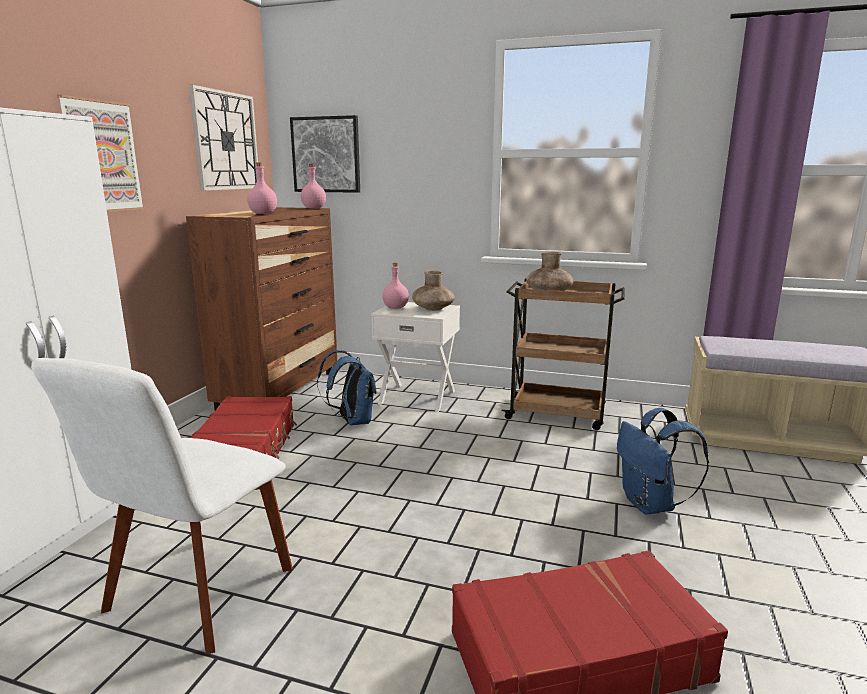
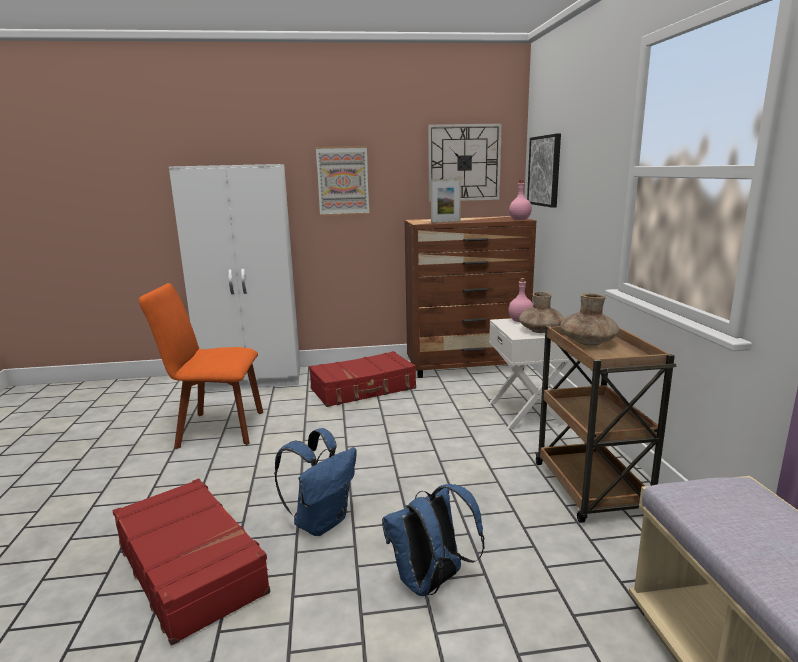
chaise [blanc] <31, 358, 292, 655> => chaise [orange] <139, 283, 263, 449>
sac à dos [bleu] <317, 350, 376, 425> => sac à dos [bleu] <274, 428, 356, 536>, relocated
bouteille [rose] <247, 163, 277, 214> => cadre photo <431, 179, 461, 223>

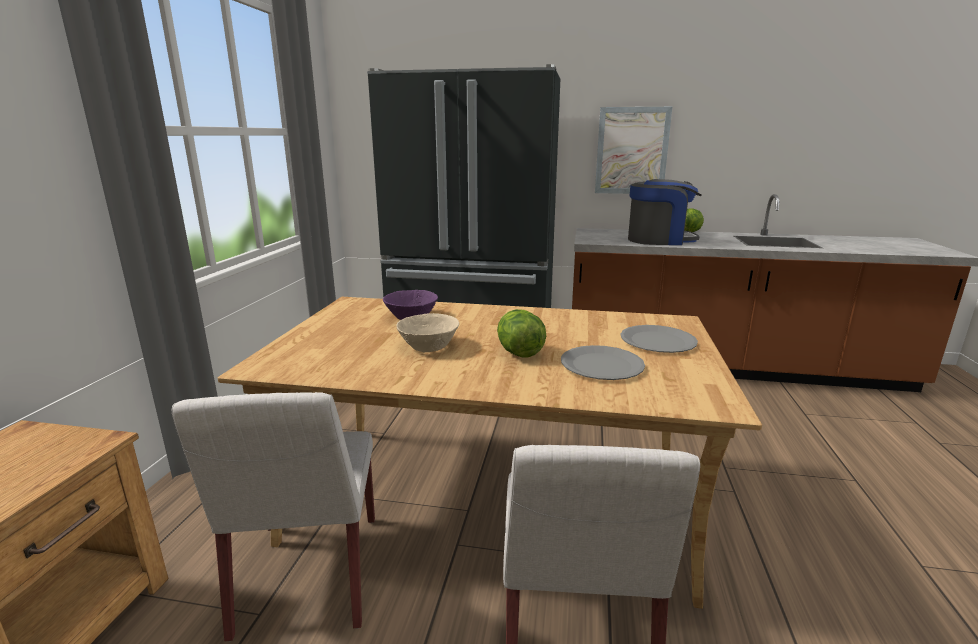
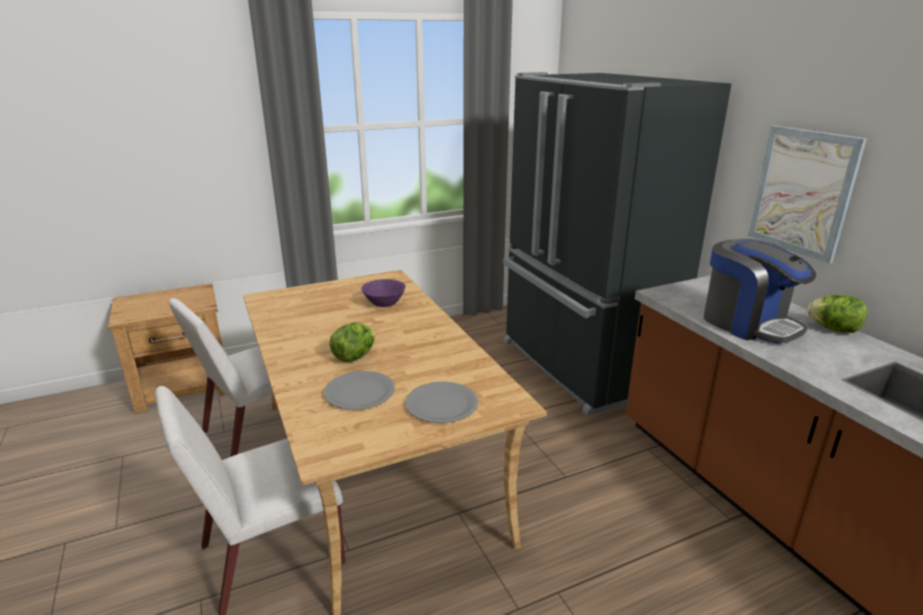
bol [beige] <396, 313, 459, 353> => nothing

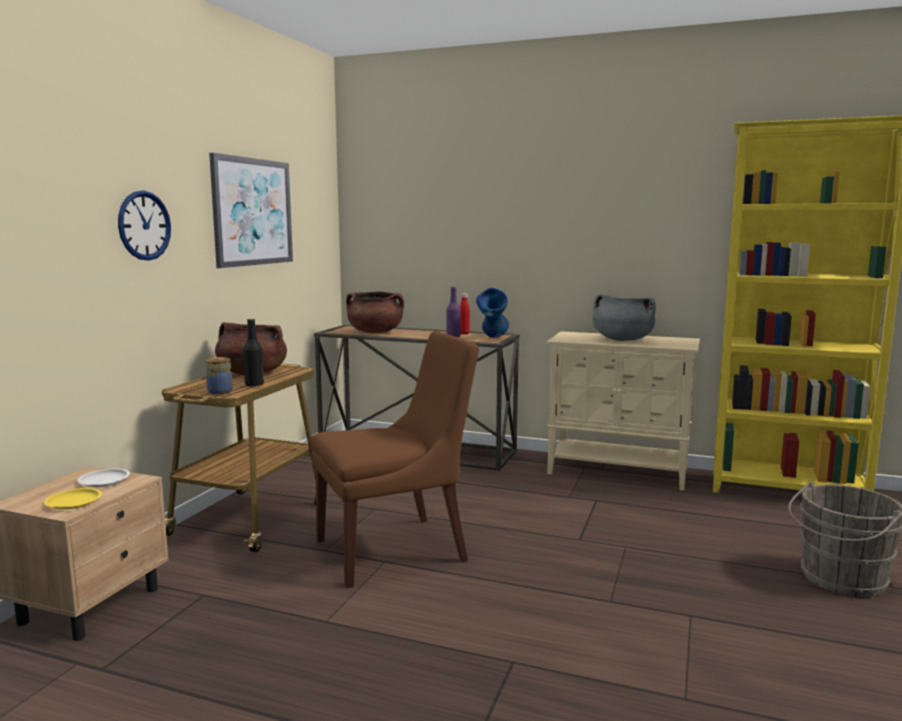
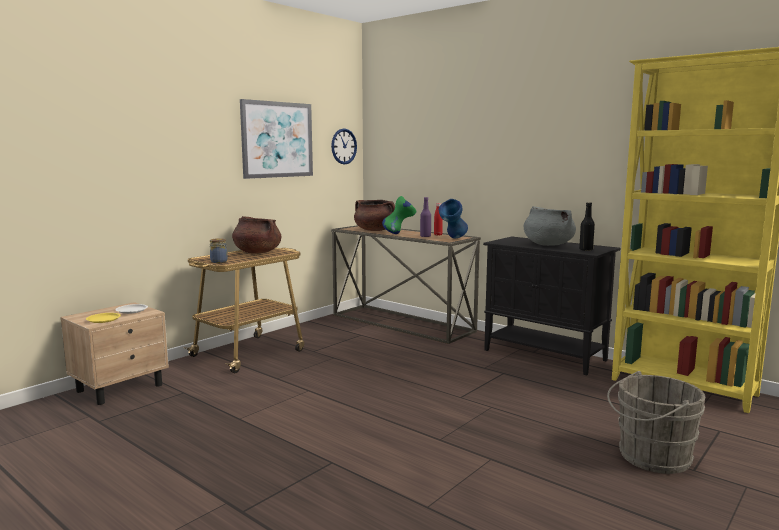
horloge murale <118, 191, 171, 261> => horloge murale <331, 128, 357, 164>, relocated
nothing => vase [vert] <382, 196, 416, 234>
meuble de rangement [beige] <546, 331, 700, 491> => meuble de rangement [noir] <483, 236, 620, 376>
bouteille [noir] <243, 319, 264, 387> => bouteille [noir] <579, 202, 595, 251>, relocated
chaise [marron] <311, 331, 479, 588> => nothing

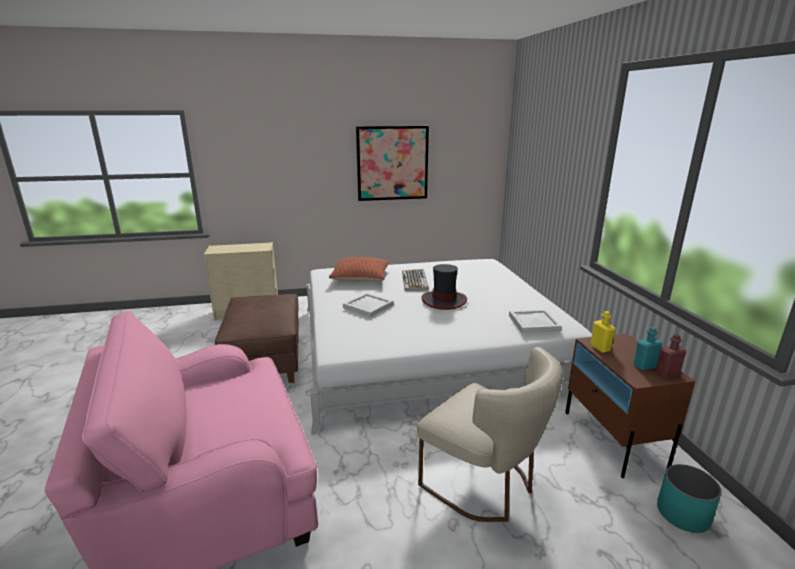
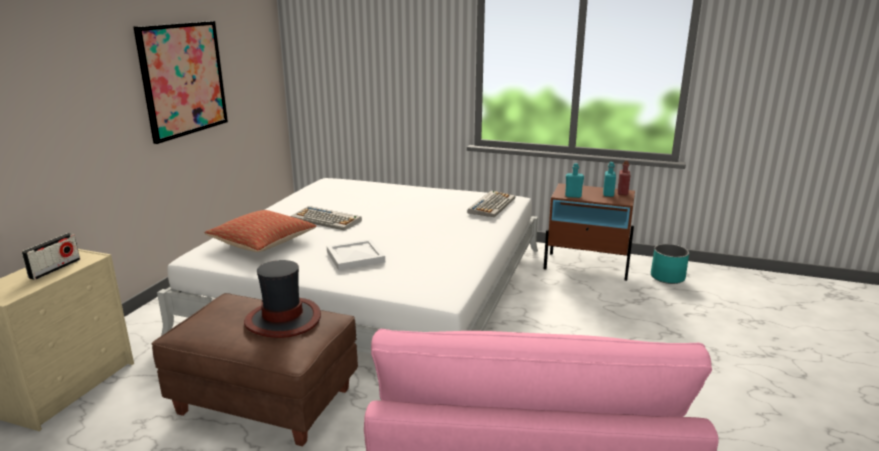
nothing => radio <21, 233, 80, 280>
chapeau <421, 264, 467, 310> => chapeau <244, 260, 321, 338>, relocated
plateau [blanc] <509, 309, 562, 333> => clavier <467, 191, 515, 217>
bouteille [jaune] <590, 311, 616, 353> => bouteille [turquoise] <565, 163, 584, 198>
chaise [beige] <417, 347, 563, 522> => nothing

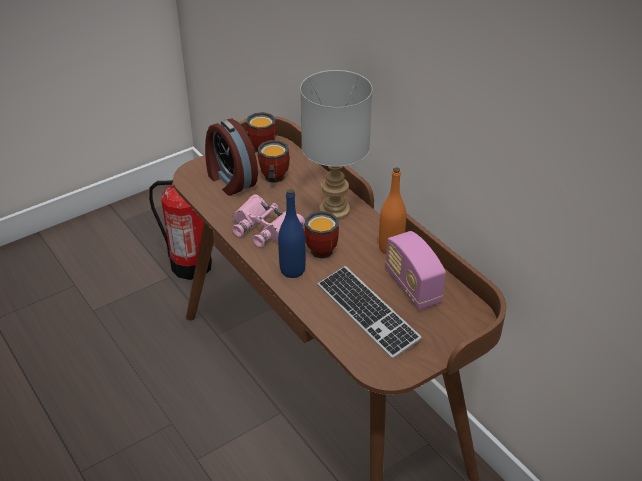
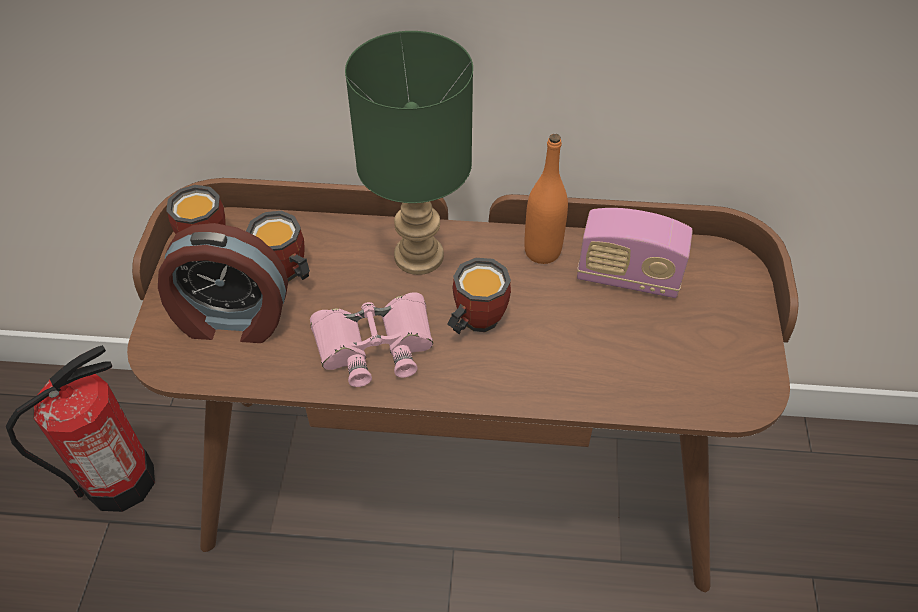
lampe de table [gris] <300, 70, 372, 220> => lampe de table [vert] <345, 31, 473, 275>
bouteille [bleu] <278, 189, 306, 278> => nothing
clavier <318, 266, 422, 359> => nothing

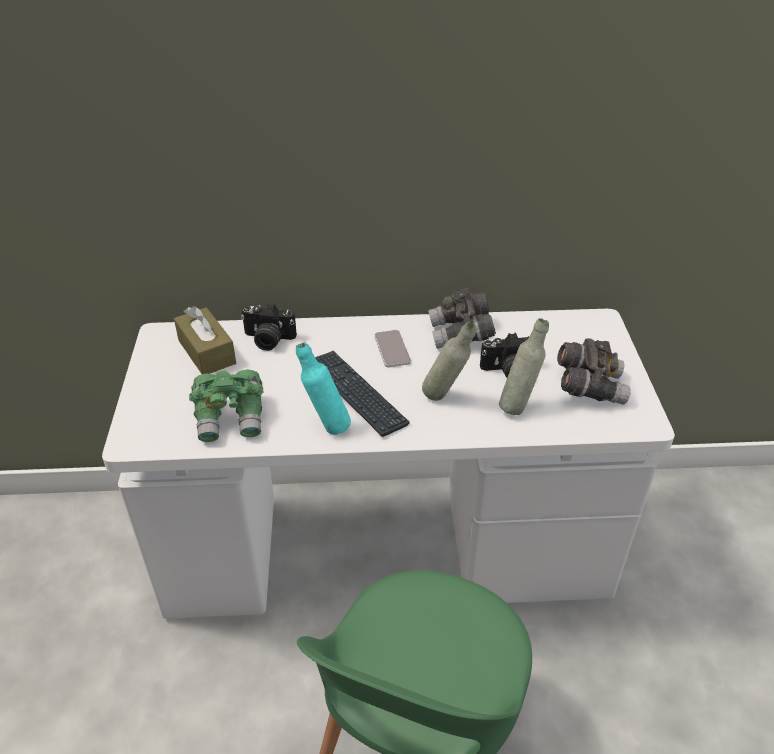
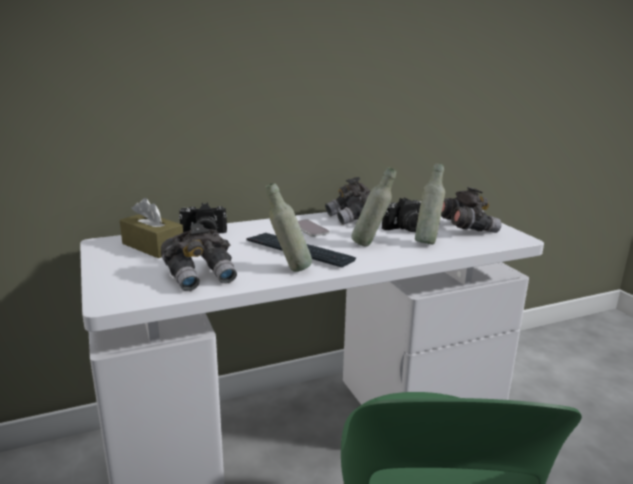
jumelles [vert] <189, 369, 263, 442> => jumelles [gris] <161, 223, 237, 291>
bouteille [turquoise] <296, 342, 351, 435> => bouteille [gris] <265, 183, 312, 272>

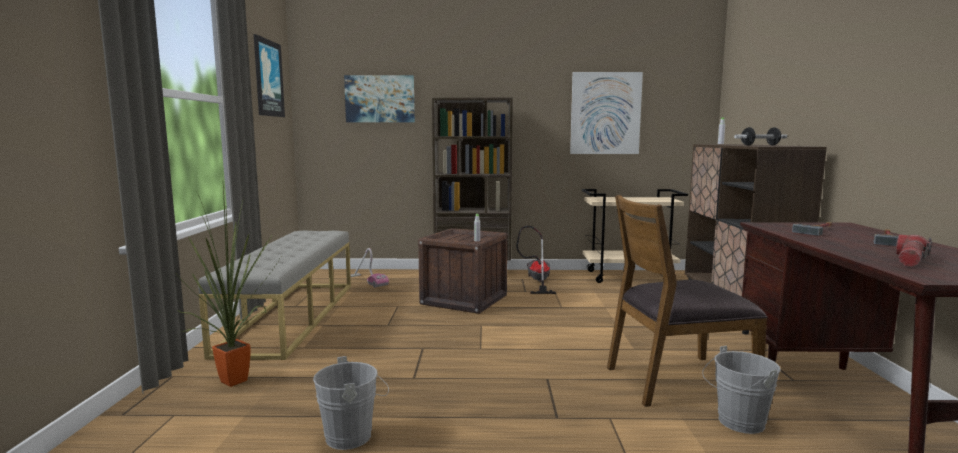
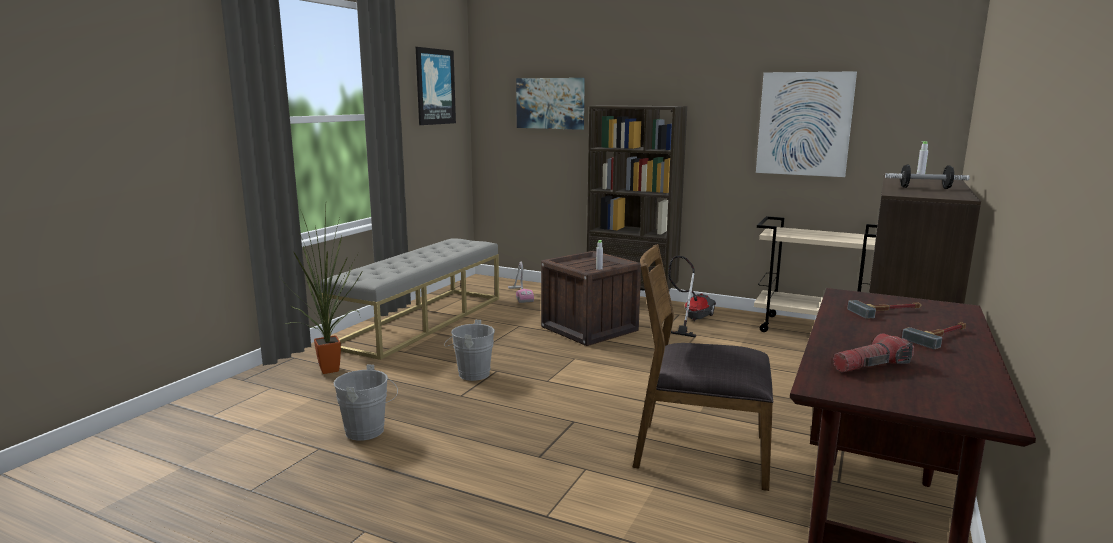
seau [gris] <702, 346, 781, 434> => seau [gris] <444, 320, 495, 381>, relocated

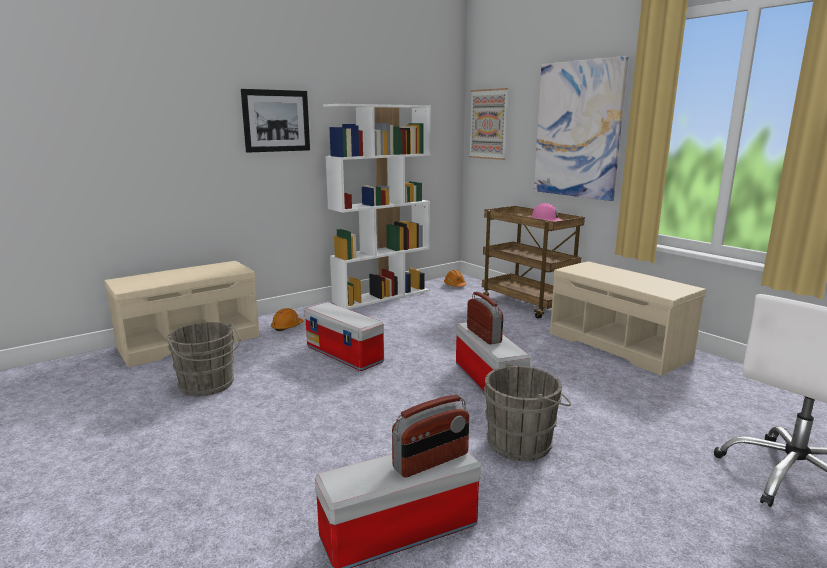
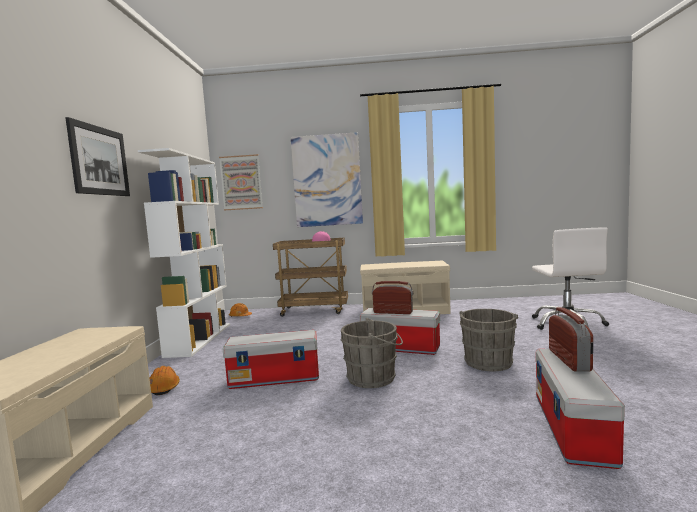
seau [gris] <167, 322, 241, 396> => seau [gris] <340, 318, 403, 388>, relocated

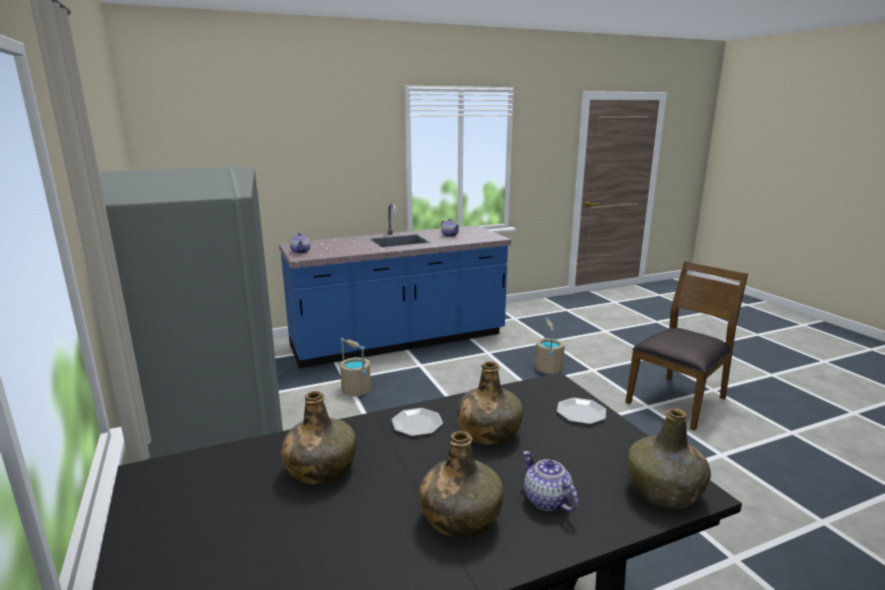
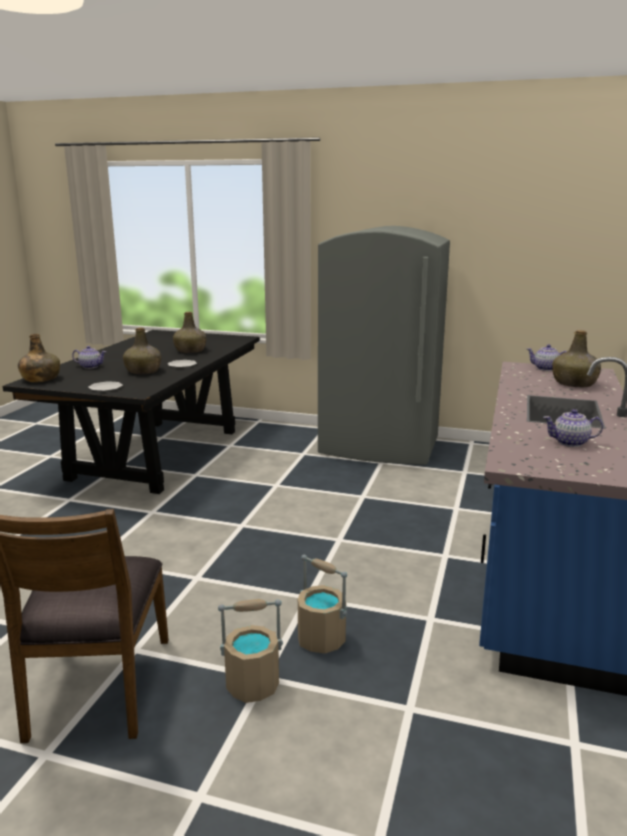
seau [beige] <340, 338, 371, 397> => seau [beige] <218, 599, 283, 703>, relocated
bouteille [vert] <419, 431, 504, 538> => bouteille [vert] <552, 330, 601, 387>, relocated

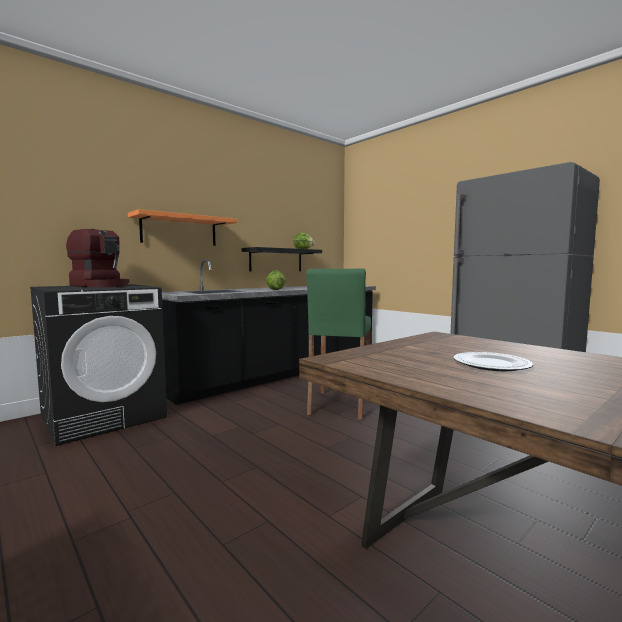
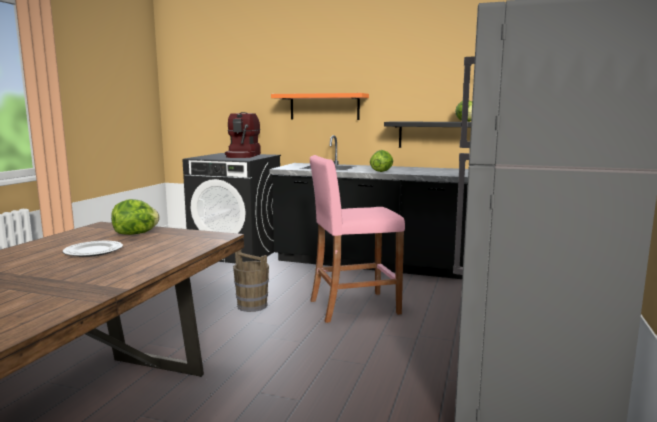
nothing => laitue <111, 199, 160, 235>
nothing => seau [marron] <233, 250, 269, 312>
tabouret [vert] <306, 268, 371, 420> => tabouret [rose] <310, 155, 405, 323>

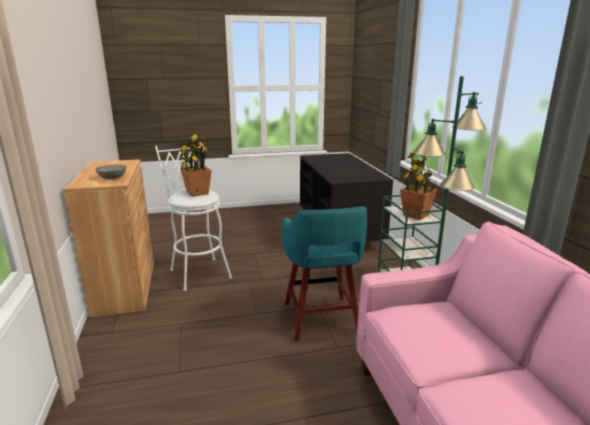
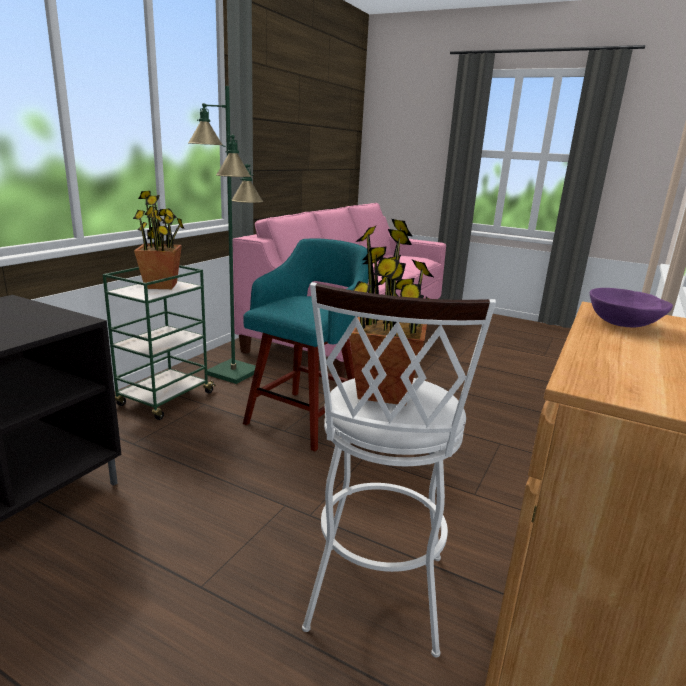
bol [gris] <95, 164, 127, 179> => bol [violet] <590, 288, 673, 327>

